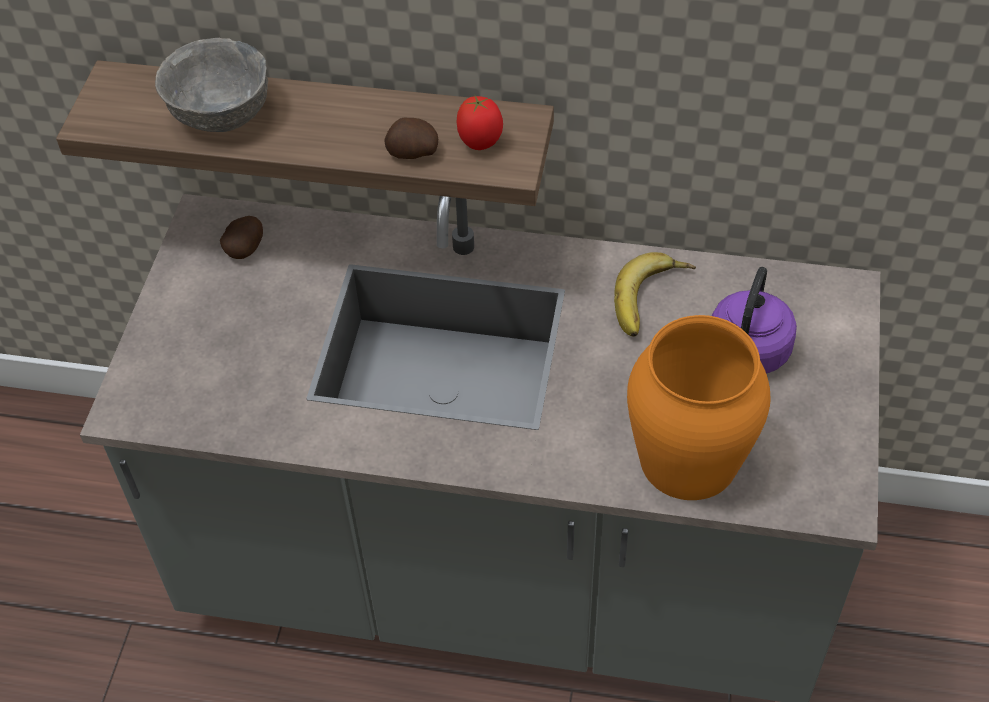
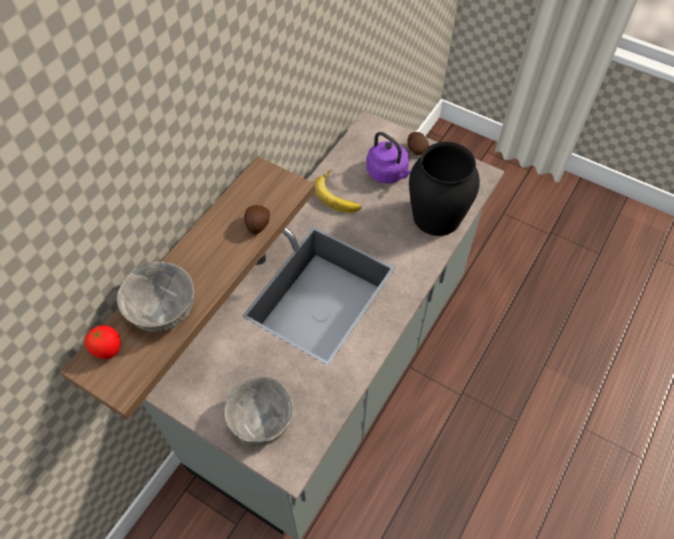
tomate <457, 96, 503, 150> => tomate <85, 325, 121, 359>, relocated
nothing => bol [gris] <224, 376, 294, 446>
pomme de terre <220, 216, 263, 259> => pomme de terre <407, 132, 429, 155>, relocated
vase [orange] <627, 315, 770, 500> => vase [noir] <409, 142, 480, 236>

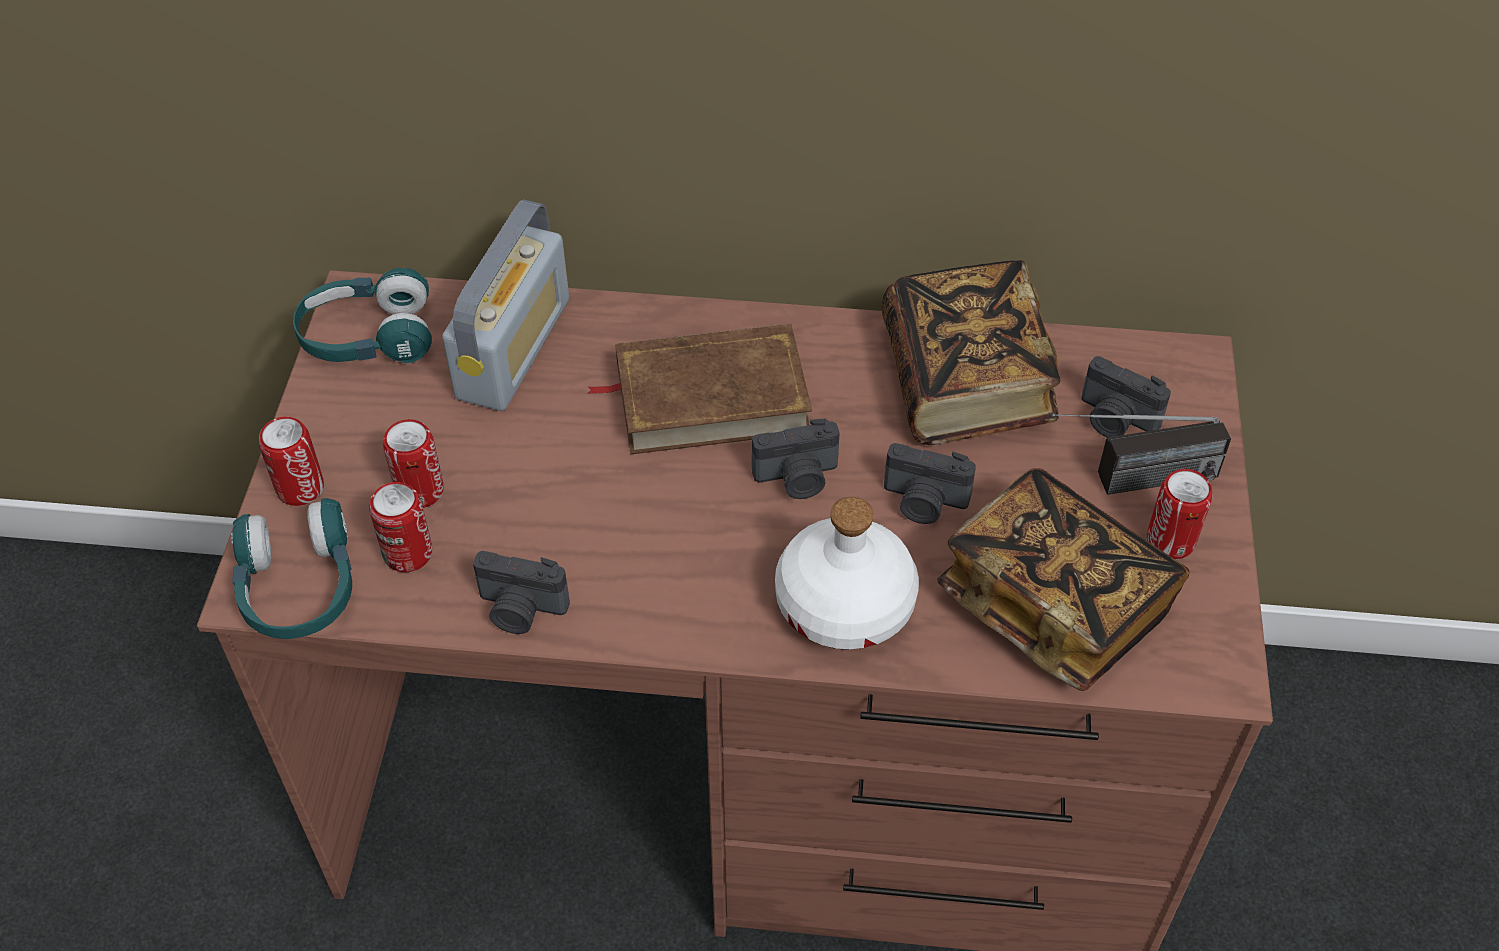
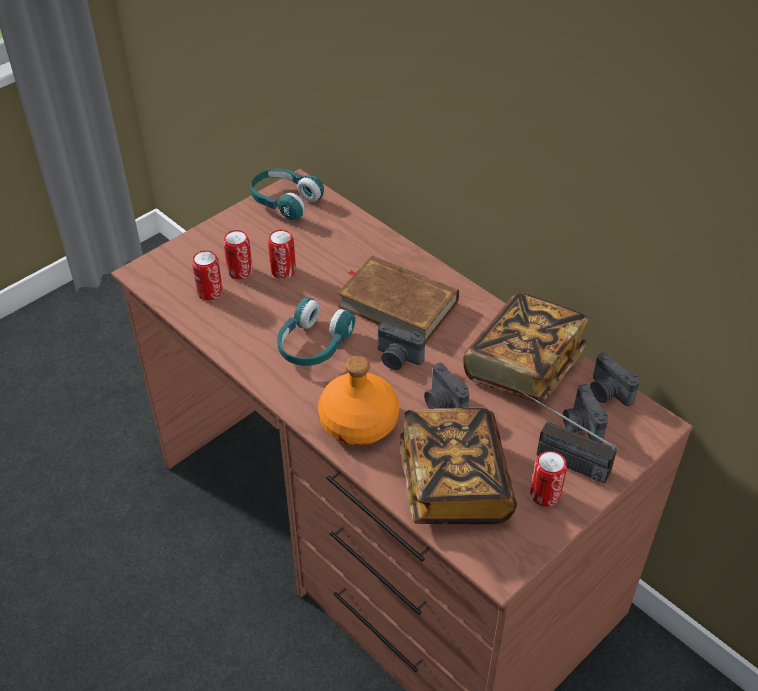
boîte métallique <259, 417, 324, 506> => boîte métallique <268, 230, 296, 279>, relocated
casque audio [turquoise] <232, 498, 352, 639> => casque audio [turquoise] <277, 298, 355, 366>, relocated
bouteille [blanc] <775, 497, 919, 650> => bouteille [orange] <318, 356, 399, 445>
appareil photo <473, 551, 570, 634> => appareil photo <590, 352, 640, 406>, relocated
radio <442, 200, 569, 411> => nothing

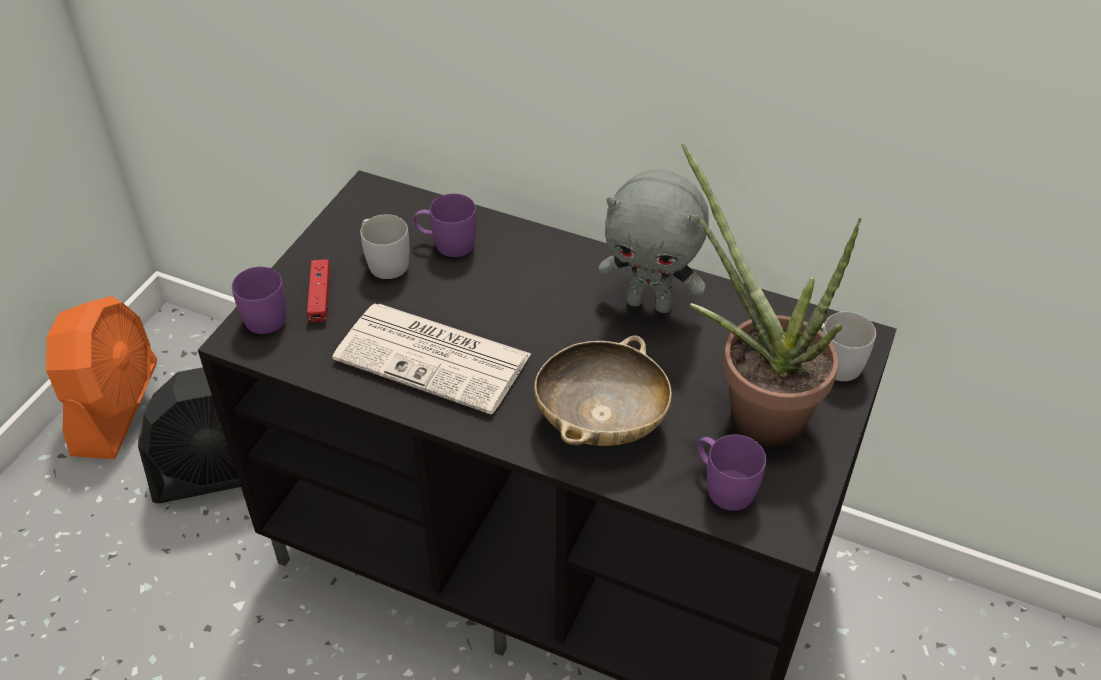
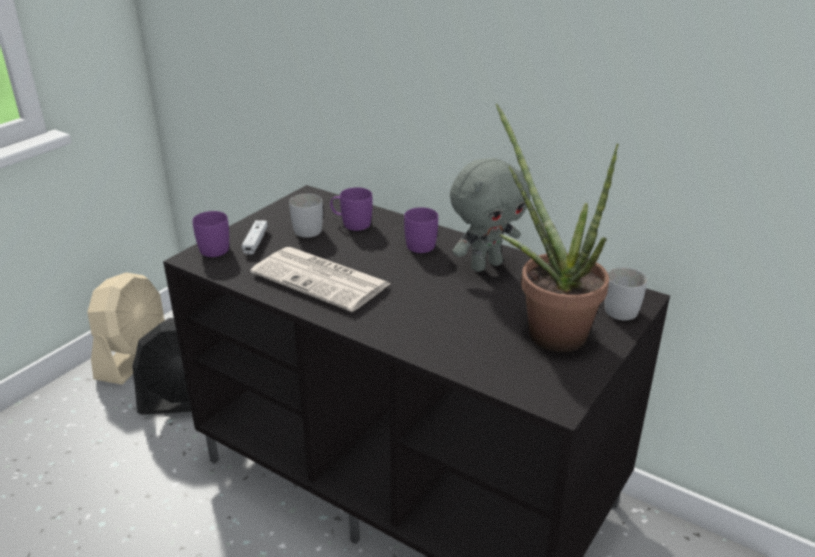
ventilateur [orange] <46, 296, 157, 459> => ventilateur [beige] <87, 272, 165, 385>
manette [rouge] <307, 259, 330, 322> => manette [blanc] <242, 220, 268, 255>
mug [violet] <697, 434, 766, 511> => mug [violet] <404, 207, 438, 253>, relocated
peluche [gris] <598, 170, 709, 313> => peluche [gris] <450, 158, 530, 272>, 60 degrees counterclockwise
bol [beige] <534, 336, 672, 446> => nothing

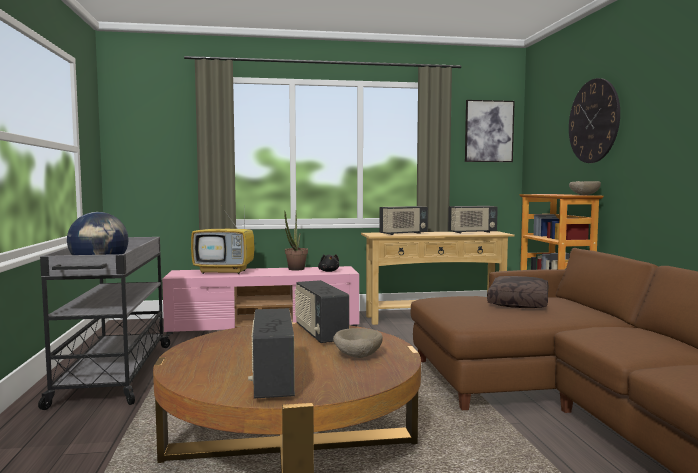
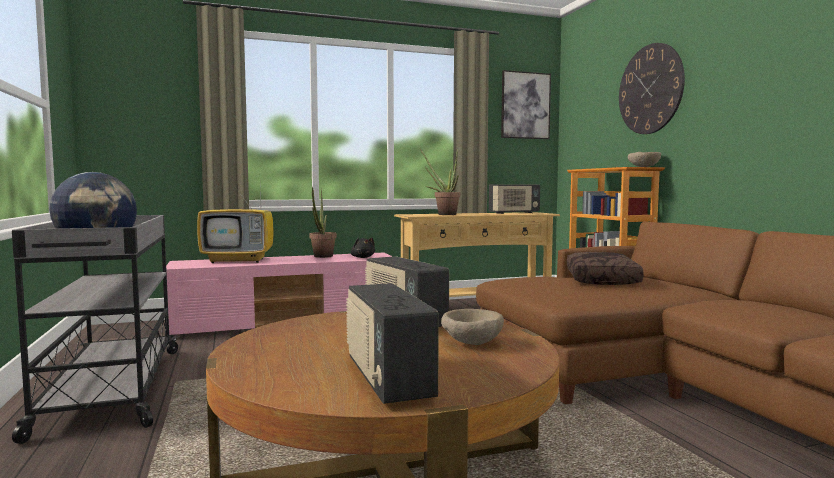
radio <379, 206, 428, 235> => plante en pot <420, 149, 460, 215>

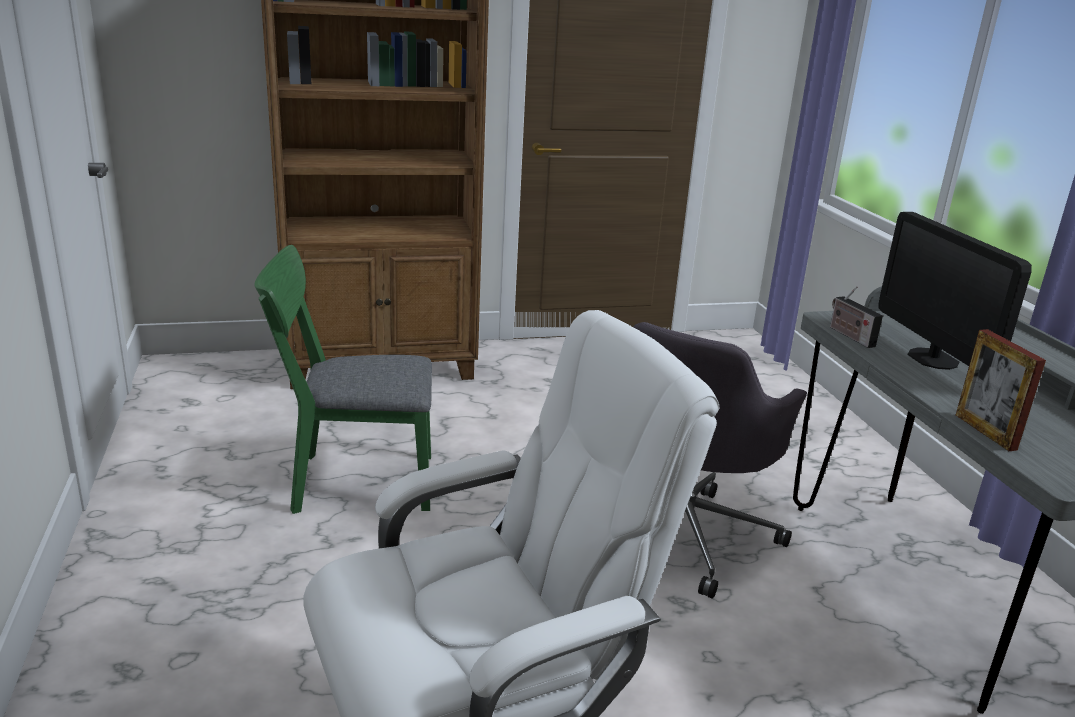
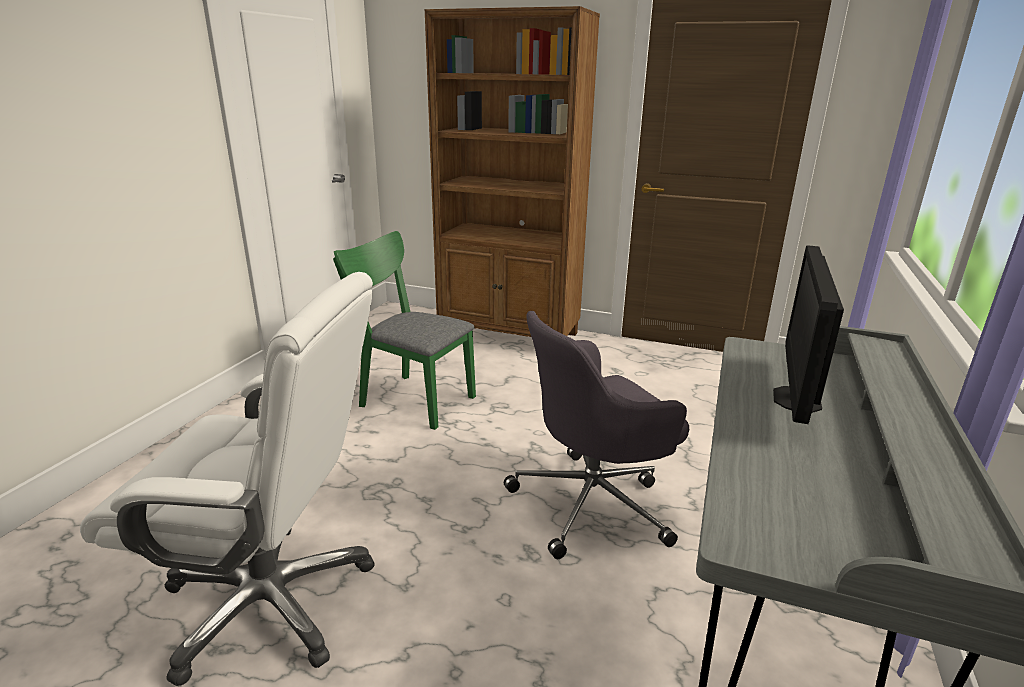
radio <830, 286, 883, 348> => nothing
cadre photo <956, 329, 1046, 451> => nothing

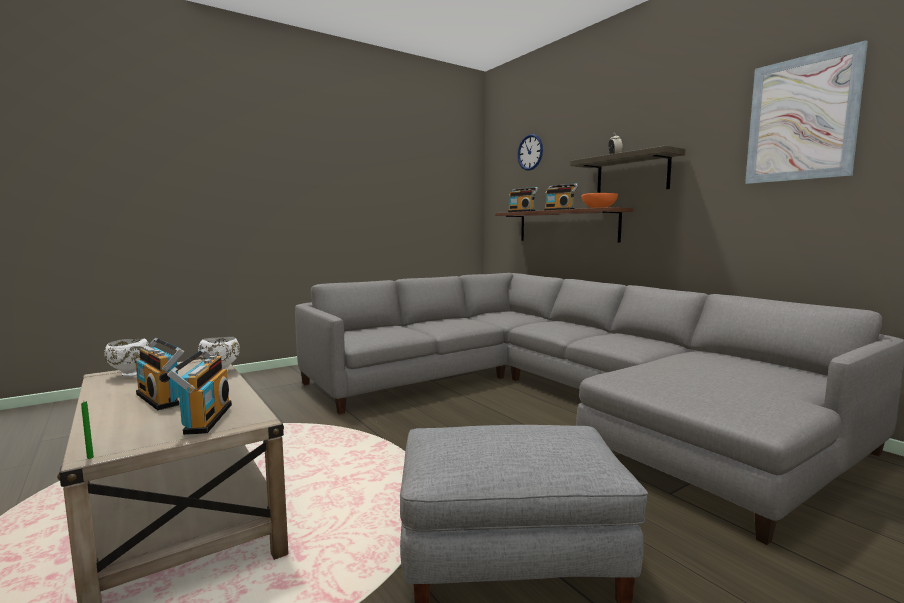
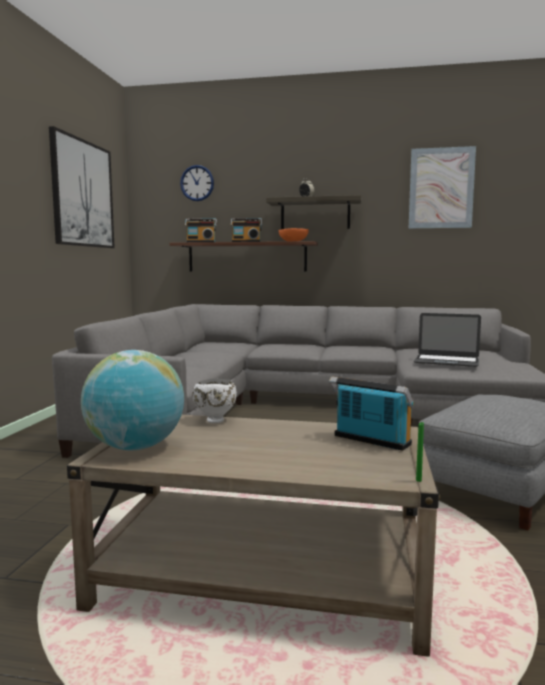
nothing => tableau <49, 126, 115, 248>
bol [blanc] <104, 339, 149, 377> => globe <81, 350, 184, 450>
nothing => ordinateur portable <414, 313, 481, 367>
radio <136, 338, 184, 410> => nothing

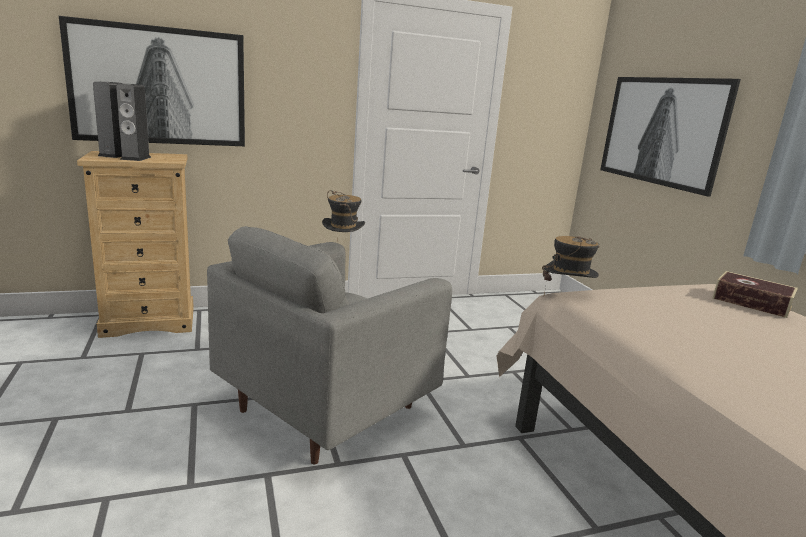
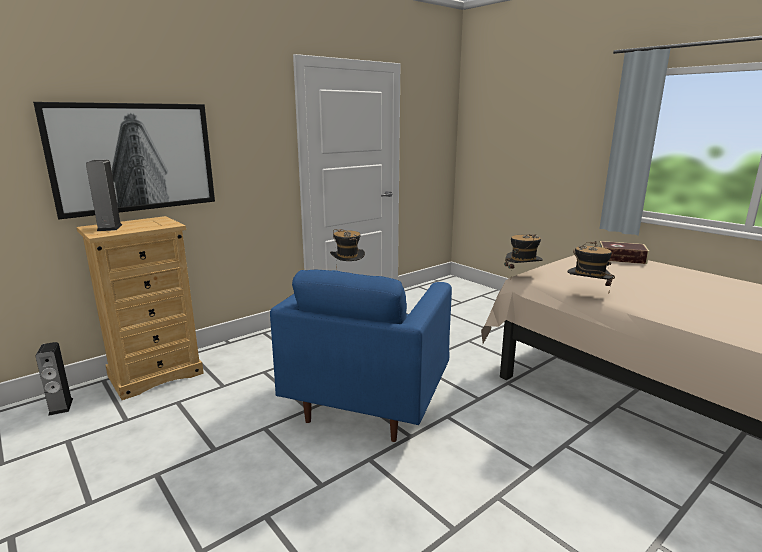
enceinte <116, 84, 151, 161> => enceinte <35, 342, 73, 416>, relocated
fauteuil [gris] <207, 226, 452, 464> => fauteuil [bleu] <270, 270, 452, 442>
nothing => chapeau <568, 241, 615, 291>
tableau <600, 77, 741, 197> => nothing

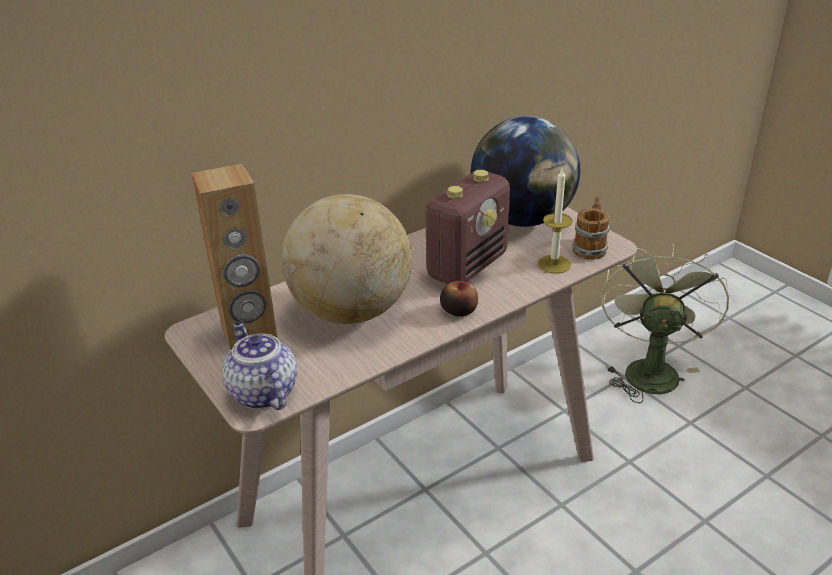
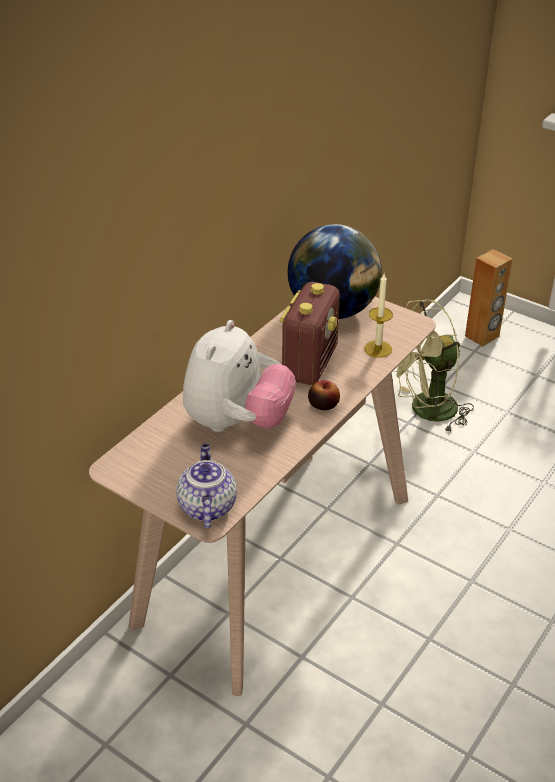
théière <223, 322, 297, 410> => théière <176, 444, 237, 529>, 45 degrees clockwise
globe <281, 194, 412, 324> => peluche <183, 320, 296, 432>
ventilateur [vert] <601, 242, 729, 403> => ventilateur [vert] <392, 299, 474, 432>, 105 degrees counterclockwise
enceinte [marron] <191, 163, 277, 349> => enceinte [marron] <465, 249, 513, 346>, relocated
mug <573, 196, 609, 260> => nothing

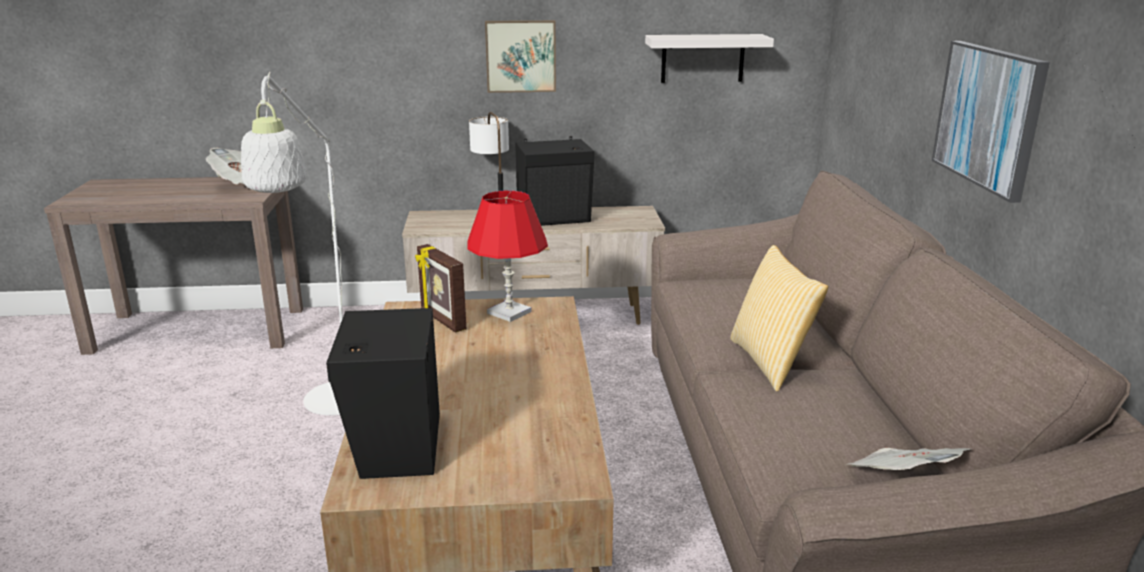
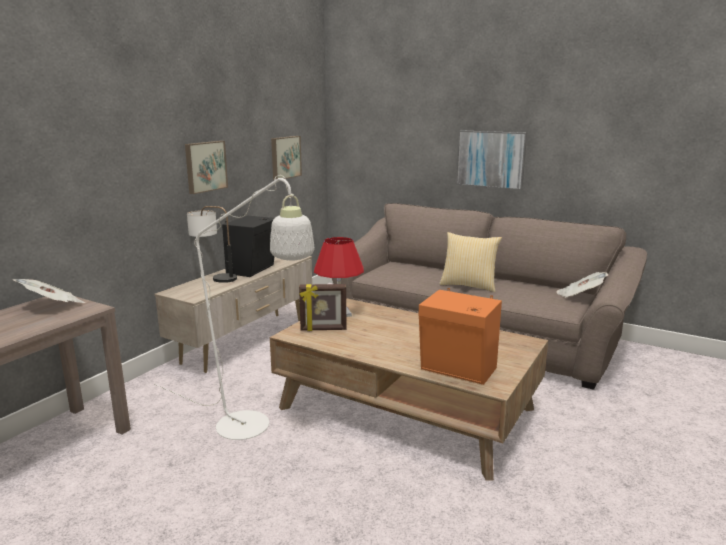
étagère [blanc] <645, 34, 774, 83> => tableau <271, 136, 302, 180>
enceinte [noir] <326, 308, 440, 479> => enceinte [orange] <418, 288, 502, 385>

